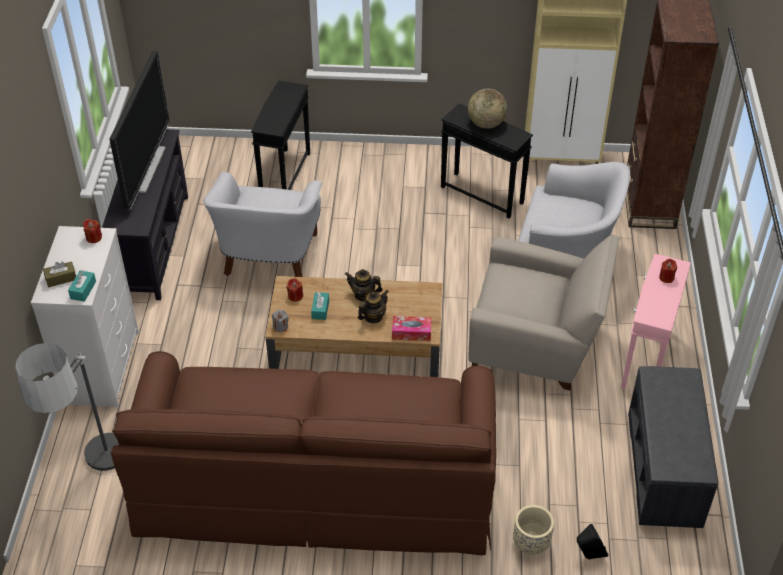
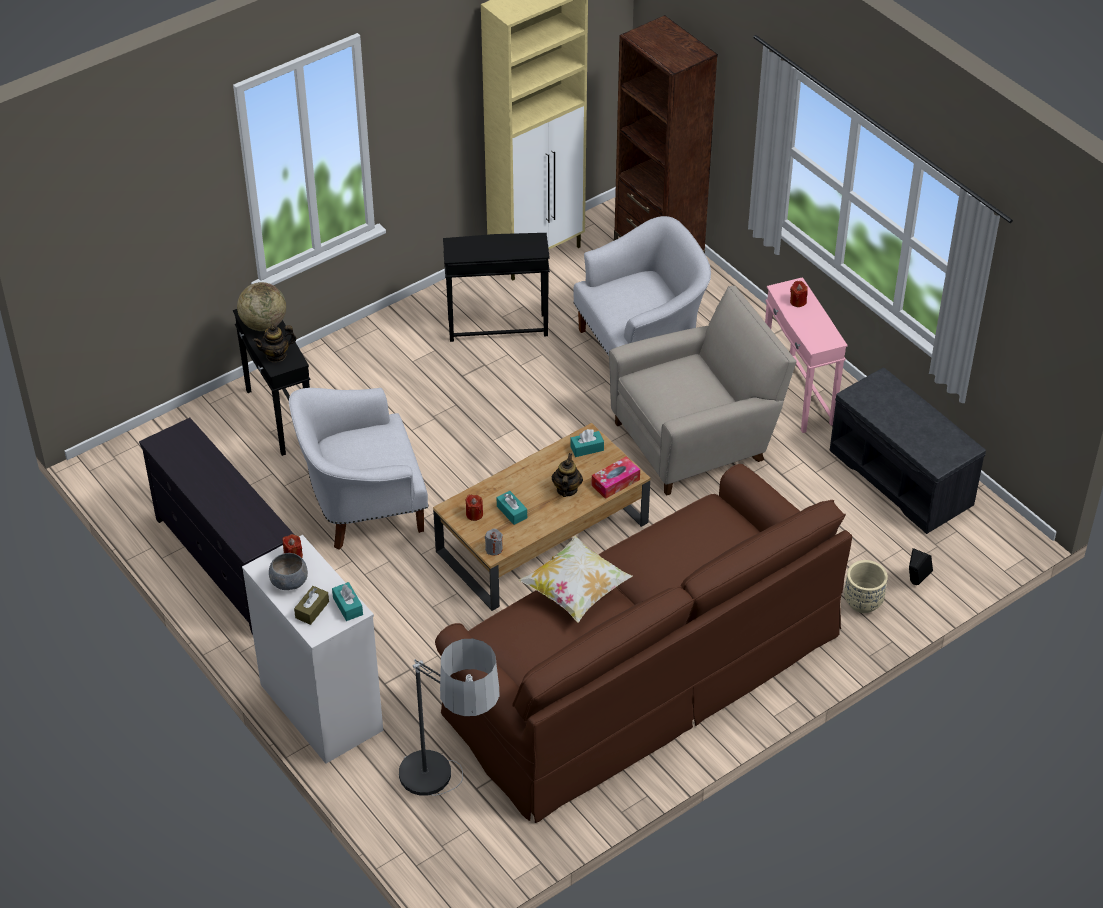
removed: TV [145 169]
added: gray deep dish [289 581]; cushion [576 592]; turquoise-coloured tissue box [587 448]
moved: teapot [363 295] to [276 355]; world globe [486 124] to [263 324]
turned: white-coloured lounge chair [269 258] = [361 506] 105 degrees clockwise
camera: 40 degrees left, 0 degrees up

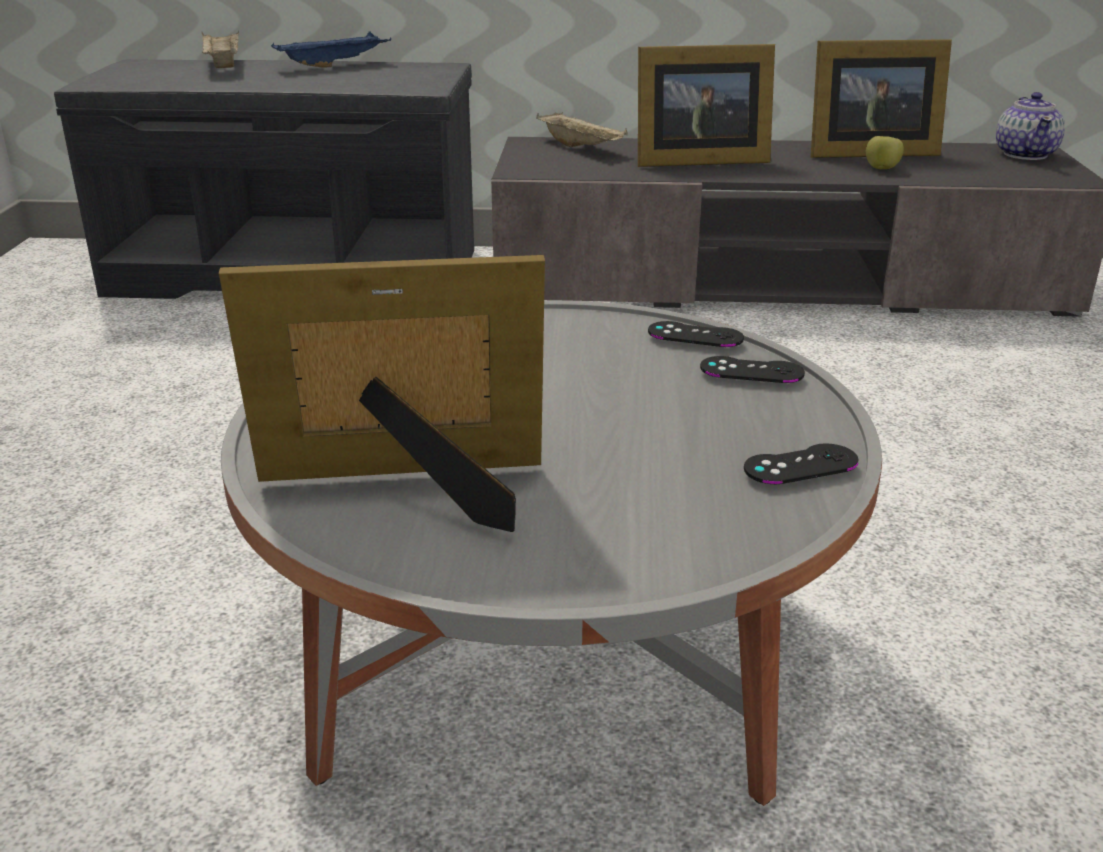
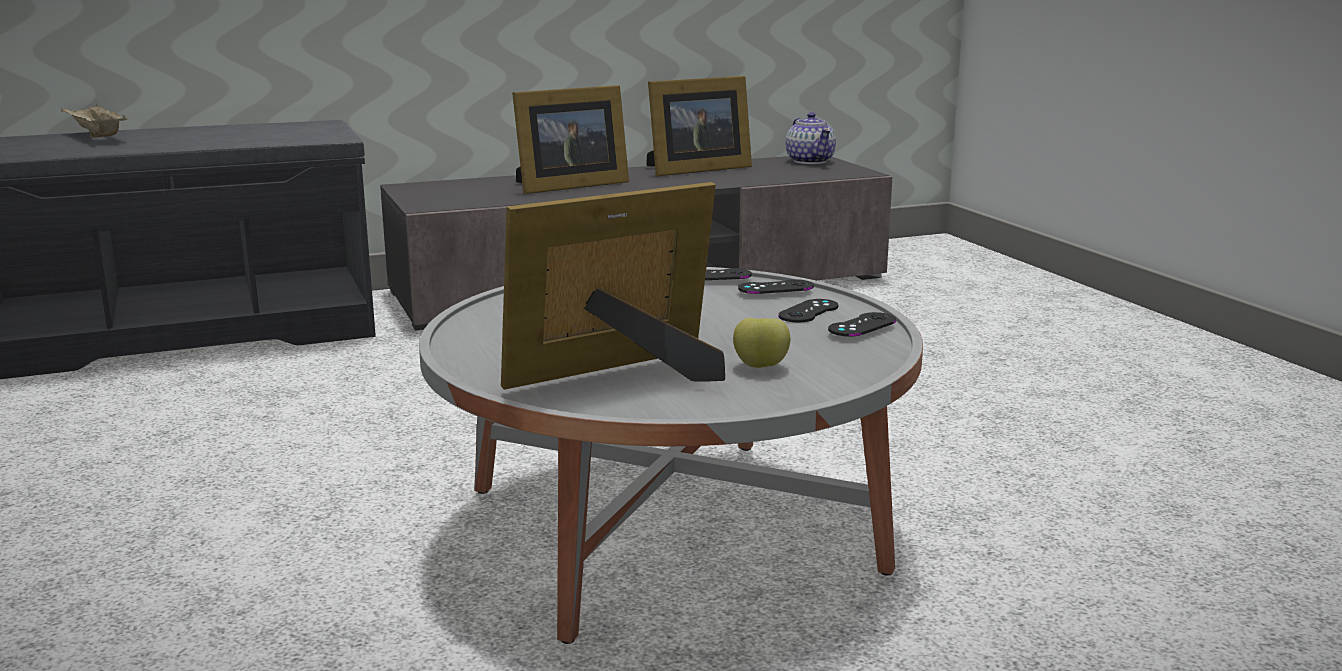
removed: blue carrying tray [334 65]; sand-coloured carrying tray [582 147]
added: blackish gamepad [808 311]
moved: apple fruit [881 169] to [760 367]
camera: 25 degrees left, 10 degrees down

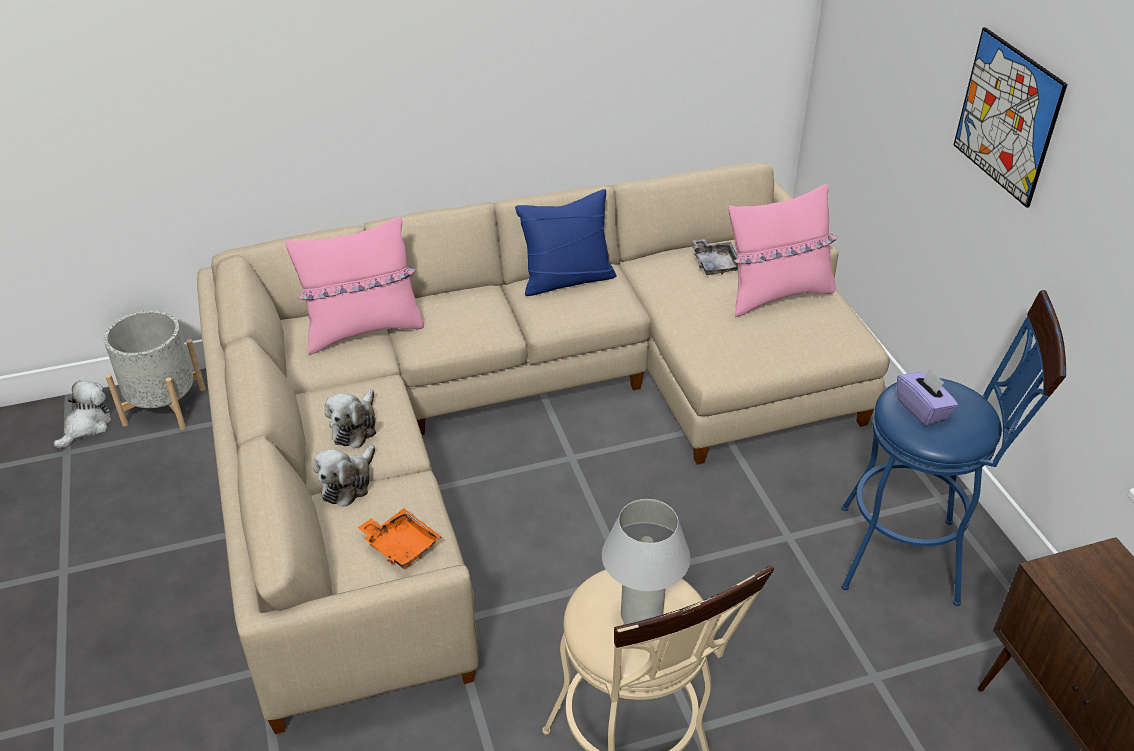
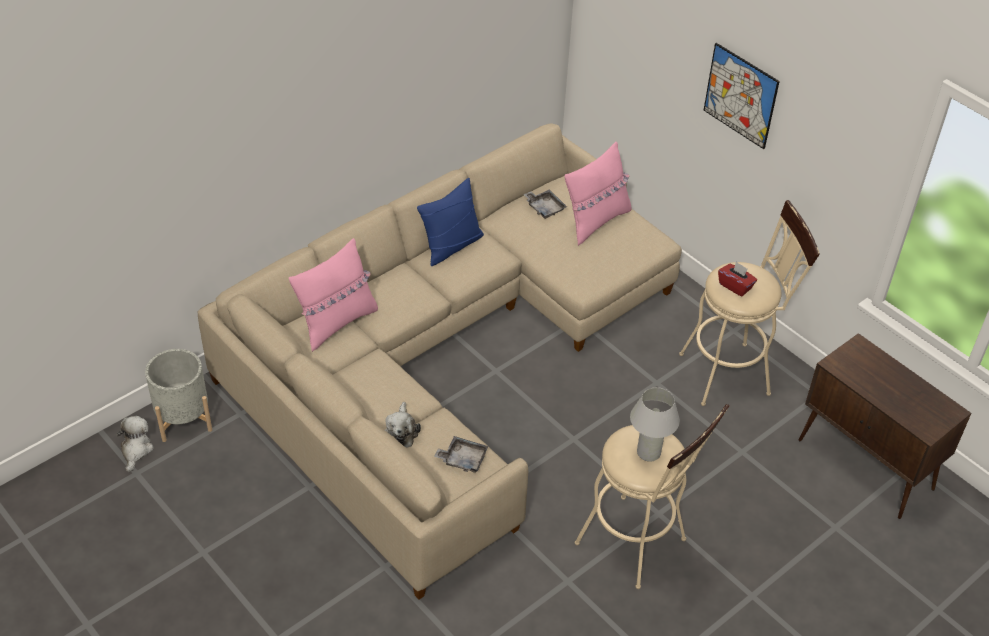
removed: plush toy [355 427]
recoloured: orange carrying tray [401 545] to gray carrying tray [462 459]; blue stool [912 555] to sand-coloured stool [732 372]; purple tissue box [922 409] to red tissue box [735 286]
camera: 25 degrees left, 5 degrees up

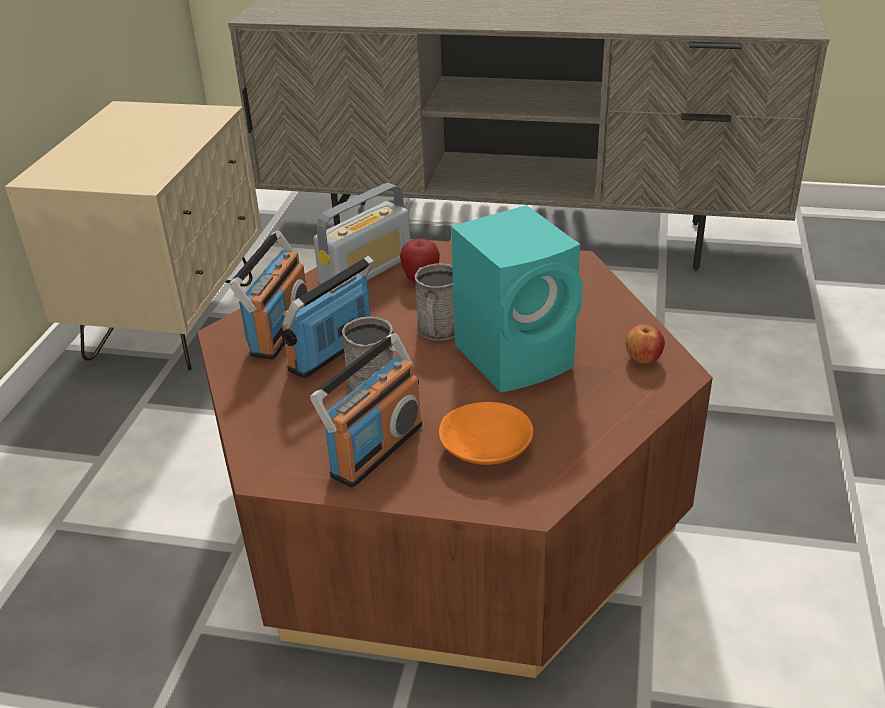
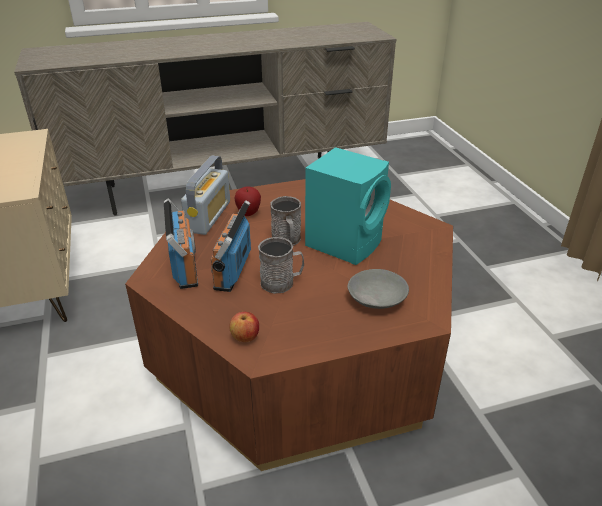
removed: radio set [376 450]
moved: apple fruit [643 359] to [245 337]
recoloured: orange deep dish [485 448] to gray deep dish [376 298]
camera: 30 degrees left, 0 degrees up

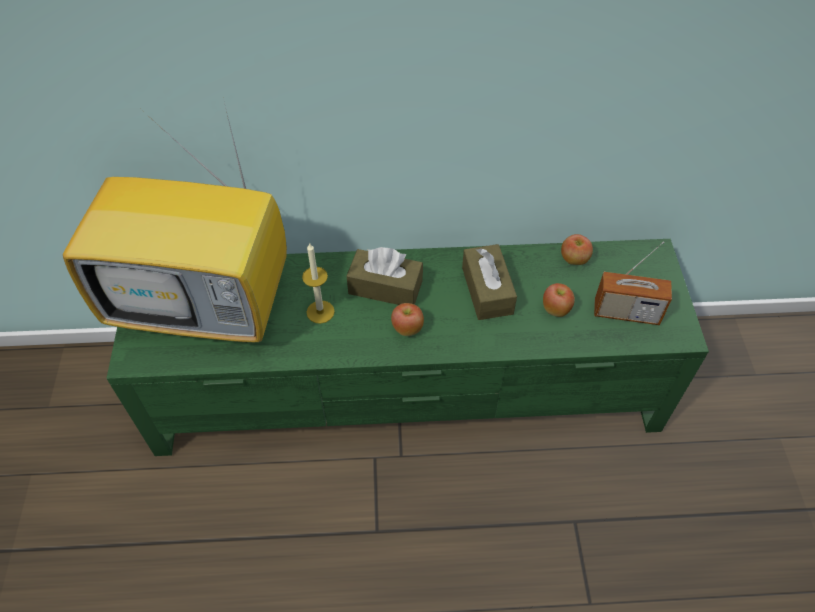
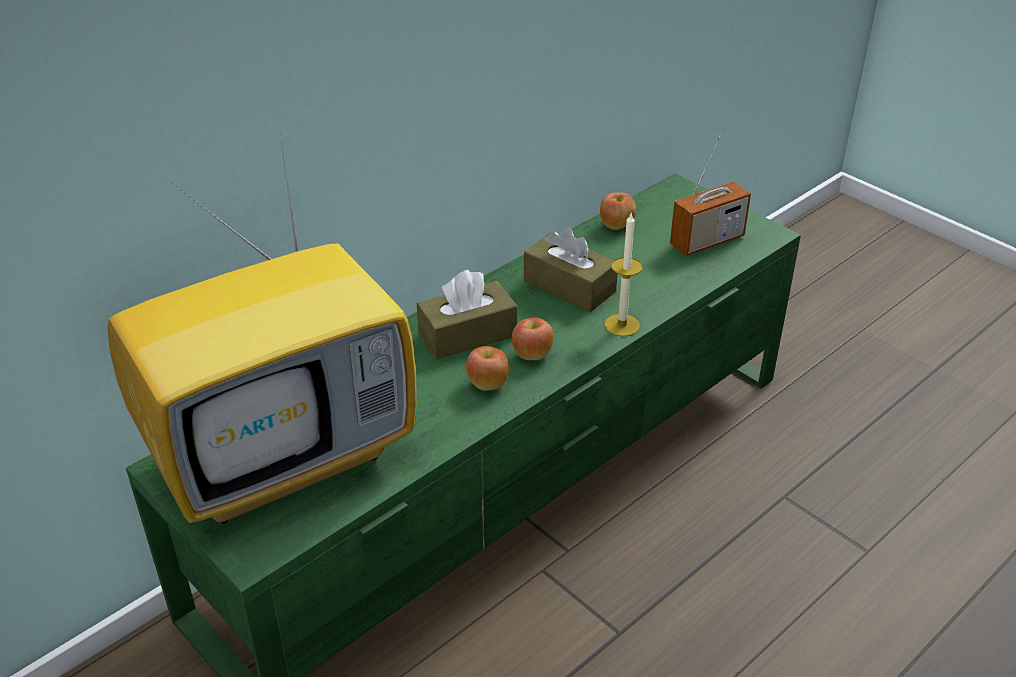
moved: wax candle [320 312] to [622 325]; apple fruit [555 309] to [487 384]
camera: 40 degrees left, 15 degrees down

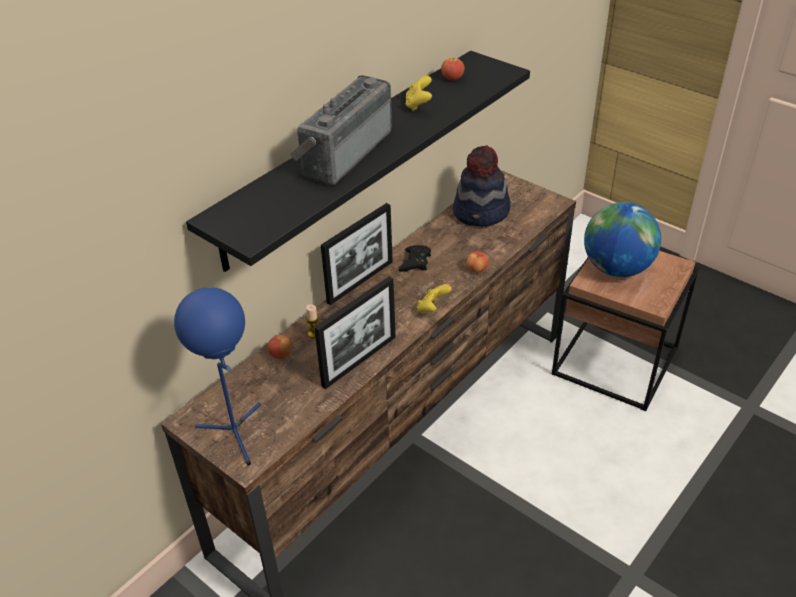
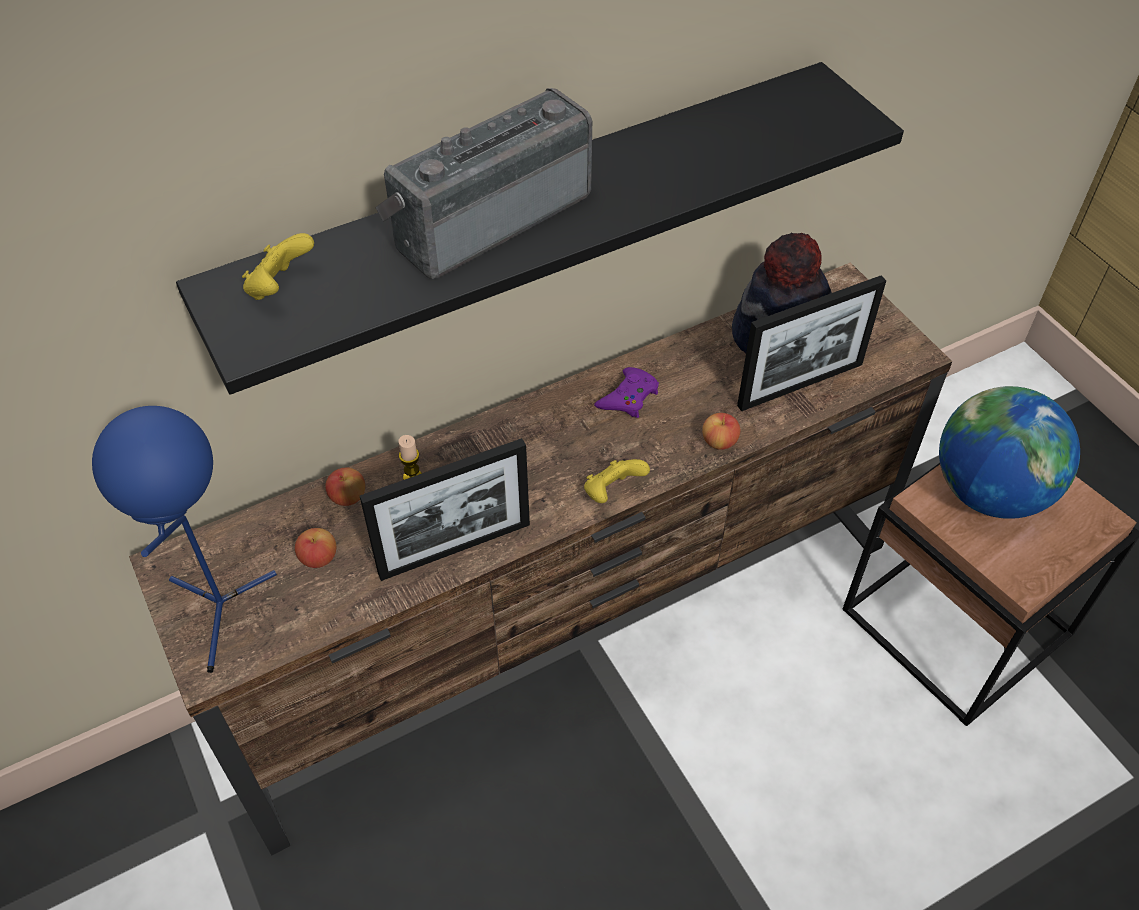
moved: photo frame [360 282] to [800 385]; yellowish gamepad [418 105] to [280 287]; apple fruit [452 78] to [318 558]
recoloured: blackish gamepad [415 262] to purple gamepad [628 397]
camera: 20 degrees right, 10 degrees up

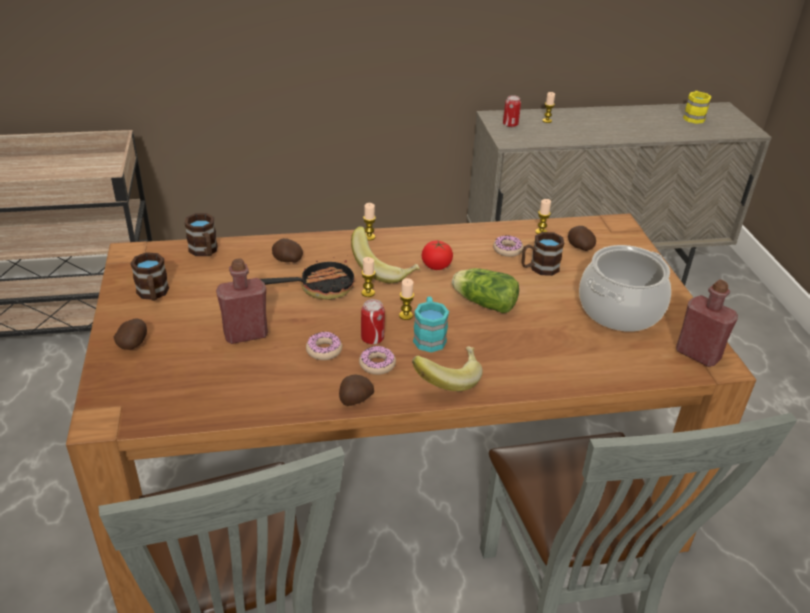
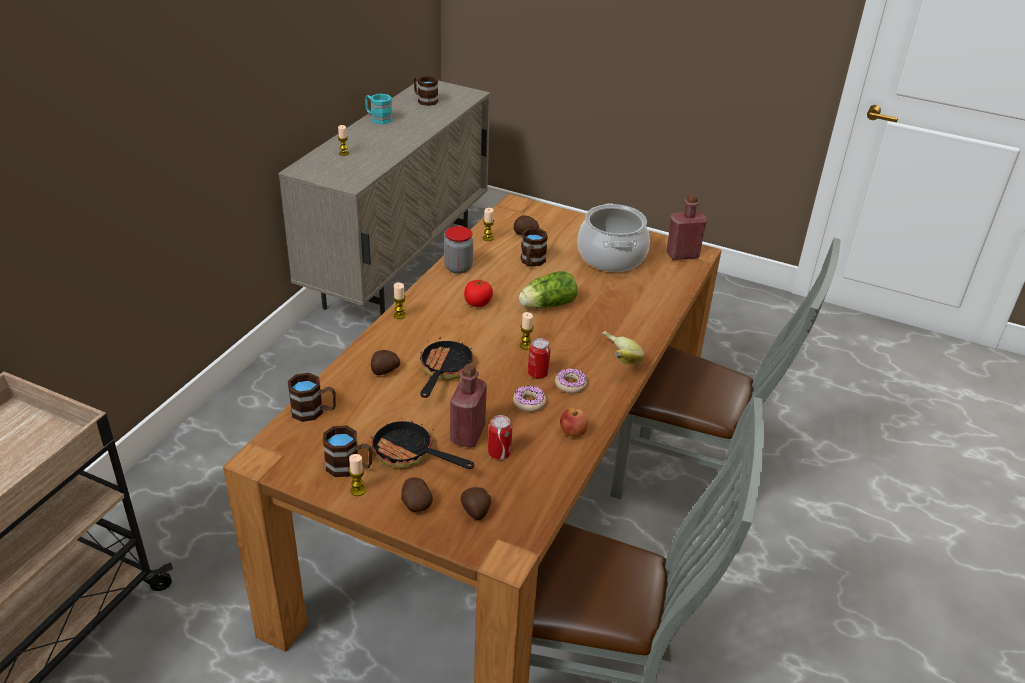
removed: banana [384 269]; doughnut [507 250]
added: pan [410 455]; jar [458 268]; apple fruit [572 433]
moved: spud [355 400] to [475 511]; wax candle [368 293] to [358 490]; turquoise-coloured mug [429 336] to [378 118]; metal can [510 125] to [499 453]
recoloured: yellowish mug [693 117] to brown-coloured mug [424 100]
camera: 55 degrees left, 0 degrees up

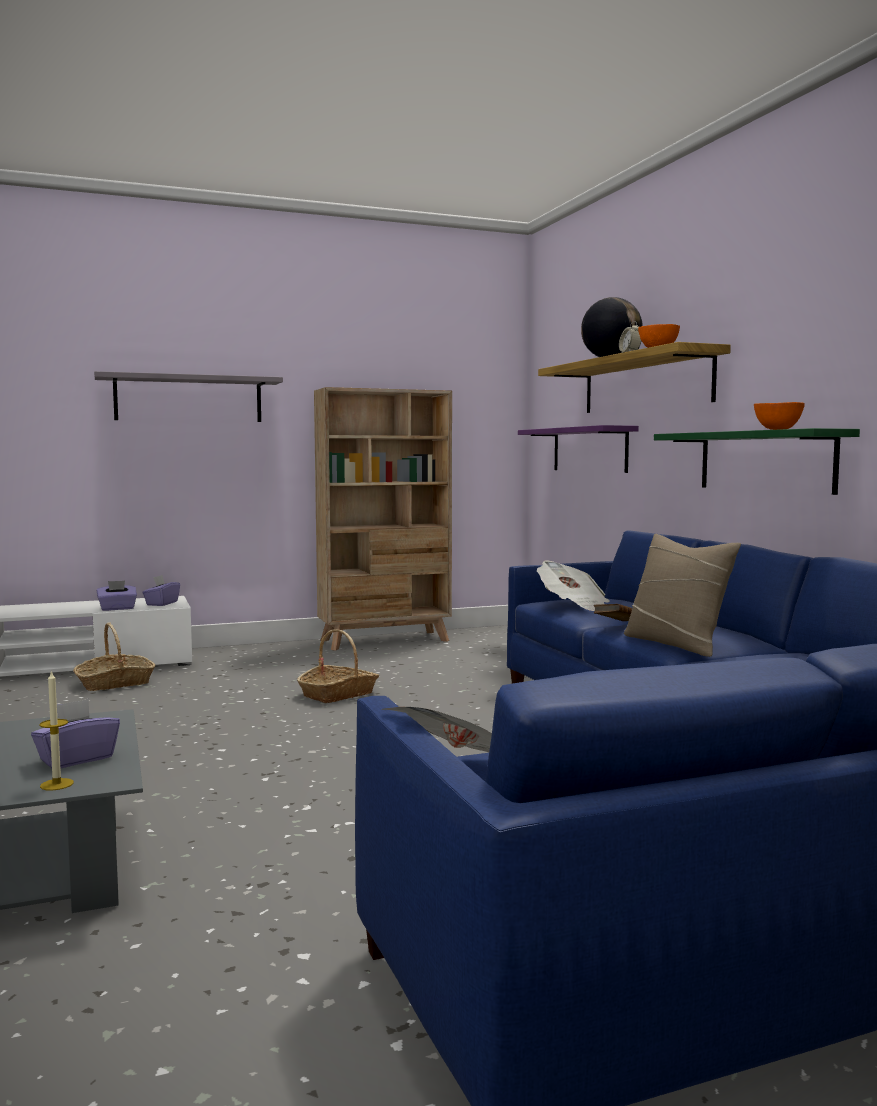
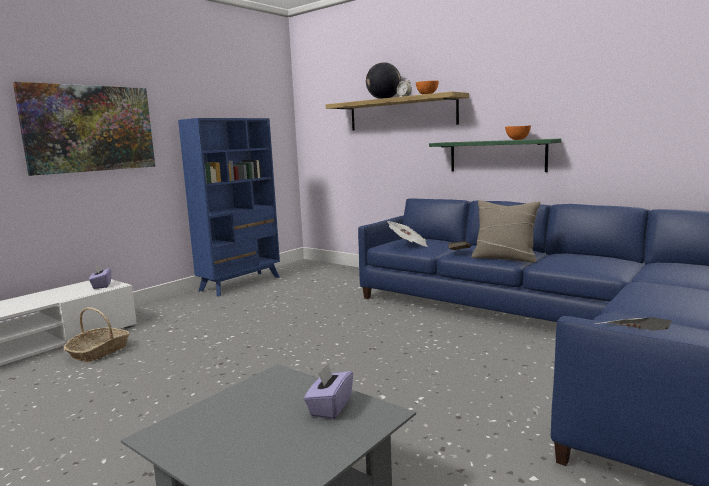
removed: wax candle [57 784]; purple tissue box [117 608]; household basket [338 694]; purple bracket shelf [589 449]
replaced: gray bracket shelf [189 399] to wall art [90 128]
recoloured: sand-coloured shelving unit [385 641] to blue shelving unit [241 283]
camera: 30 degrees left, 5 degrees up

